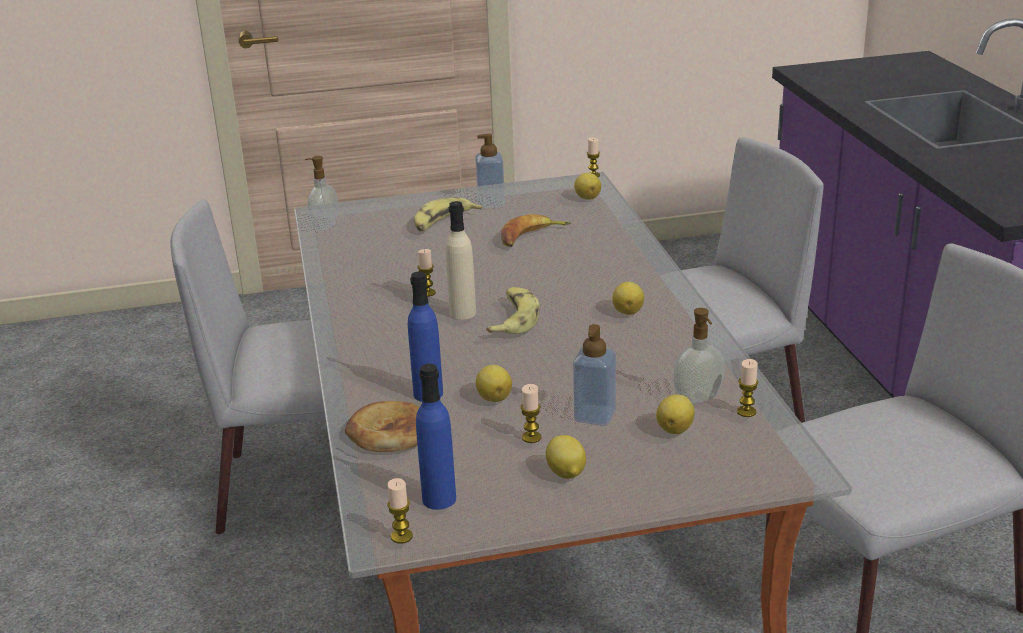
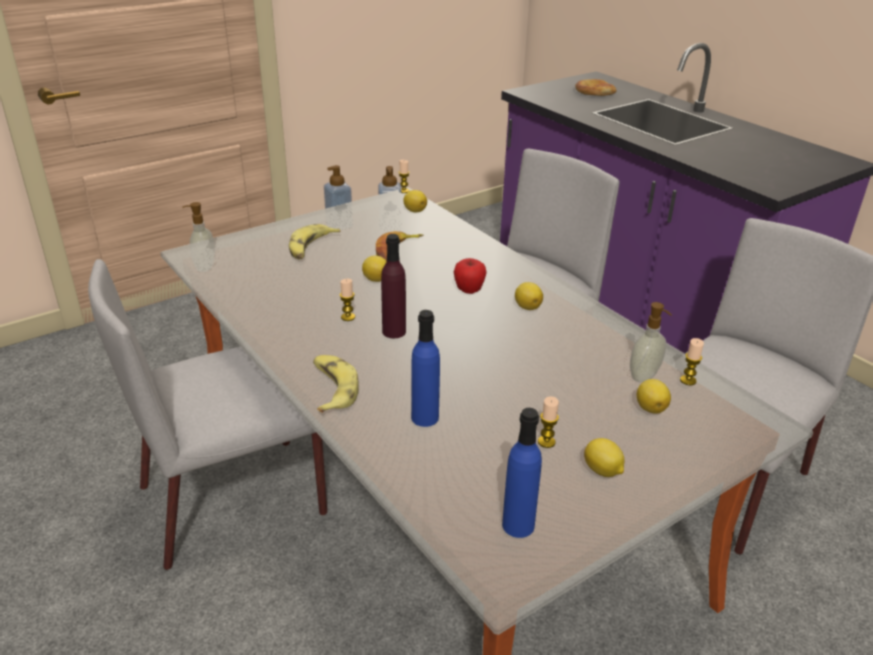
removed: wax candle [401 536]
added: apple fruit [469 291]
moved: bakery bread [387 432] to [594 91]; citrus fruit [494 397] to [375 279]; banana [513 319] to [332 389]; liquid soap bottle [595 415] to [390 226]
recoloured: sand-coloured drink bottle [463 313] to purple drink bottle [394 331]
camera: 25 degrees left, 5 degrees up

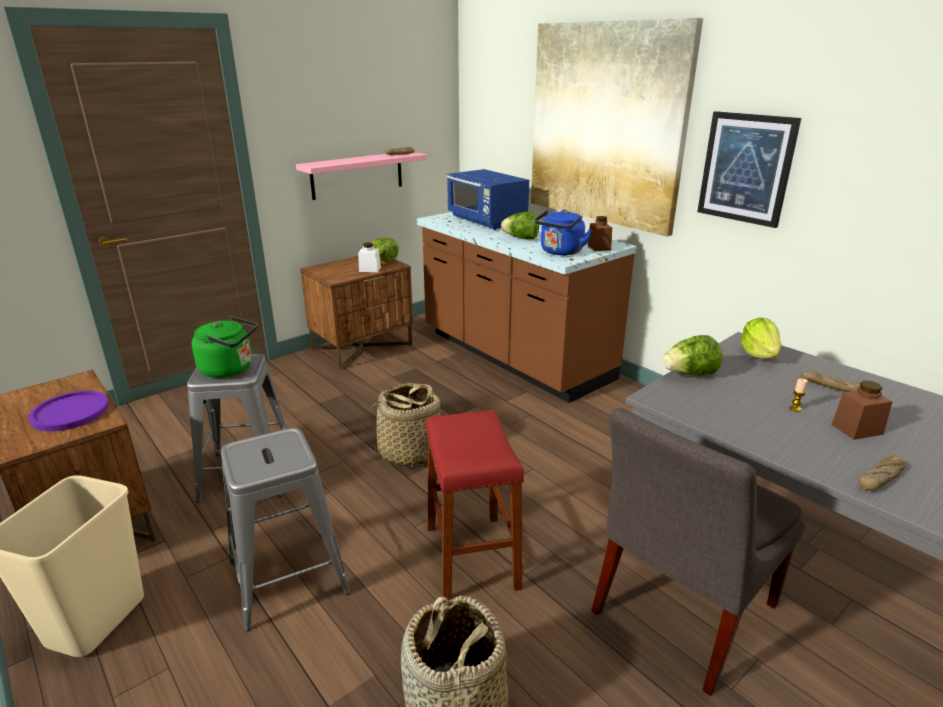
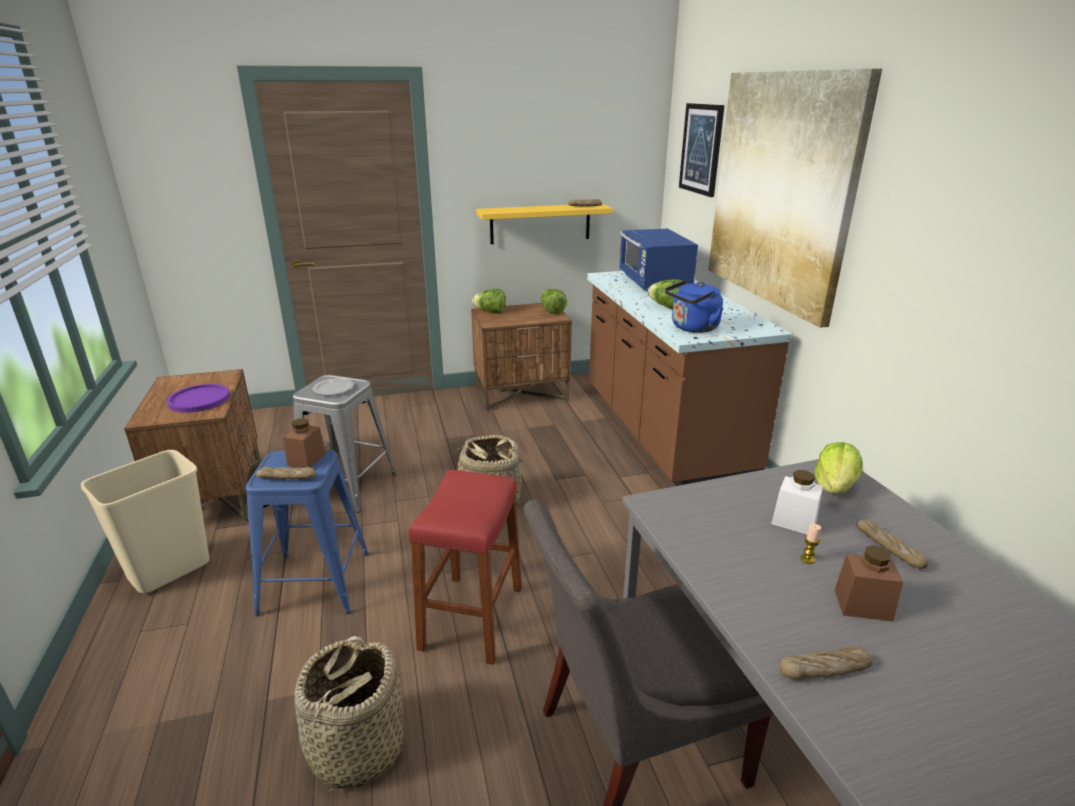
added: bakery bread [287 478]
moved: white-coloured jar [370 269] to [794 521]; brown-coloured jar [599 247] to [306 459]; head of lettuce [689 374] to [490 312]; wall art [746 168] to [701 149]
replaced: greenish kettle [230 369] to plate [333 389]
recoloured: gray stool [288 577] to blue stool [315 582]; pink bracket shelf [357 175] to yellowish bracket shelf [540 223]
camera: 25 degrees right, 0 degrees up

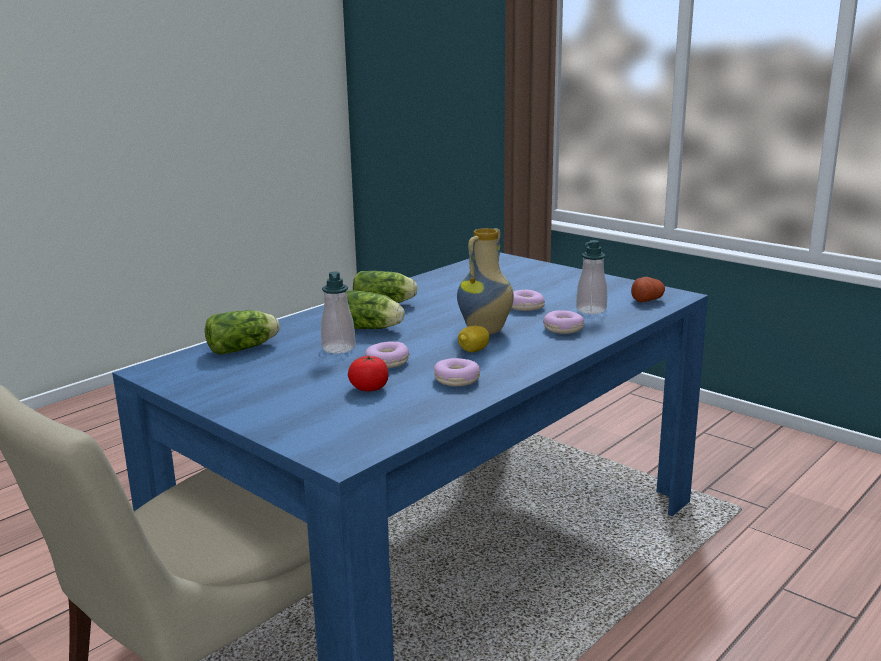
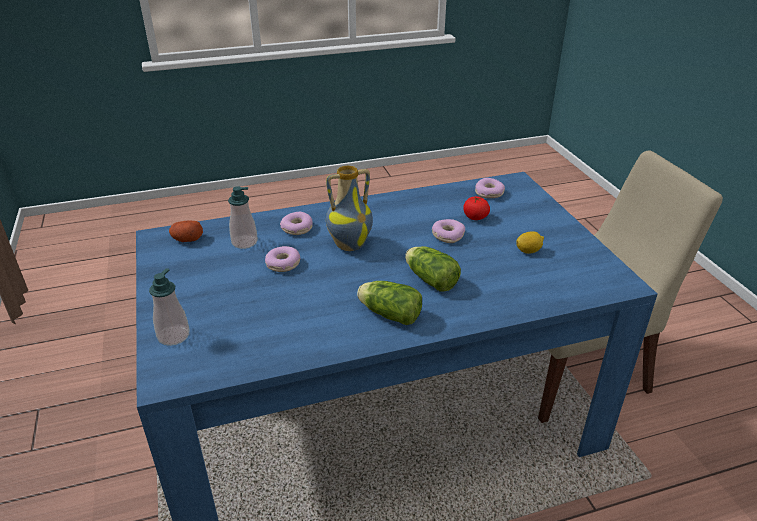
removed: head of lettuce [245 348]
moved: liquid soap bottle [338 348] to [173 336]; doughnut [457 380] to [489 193]; citrus fruit [473 351] to [528 251]
camera: 150 degrees left, 15 degrees up

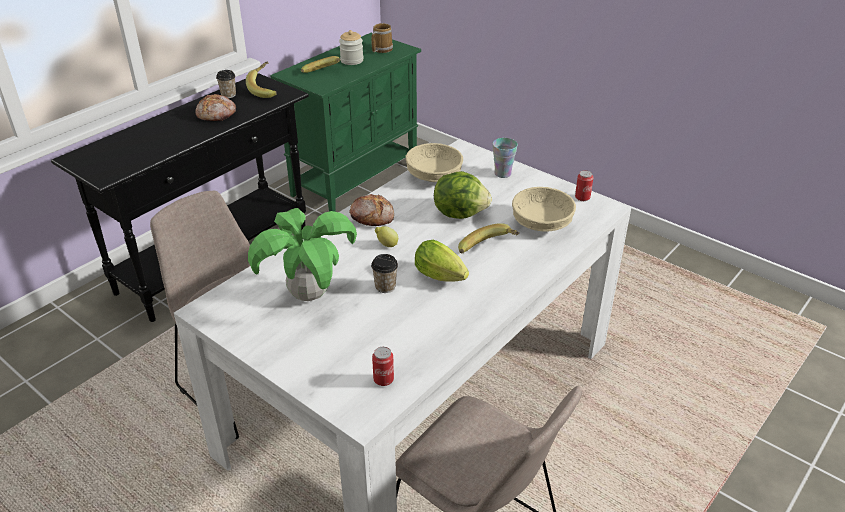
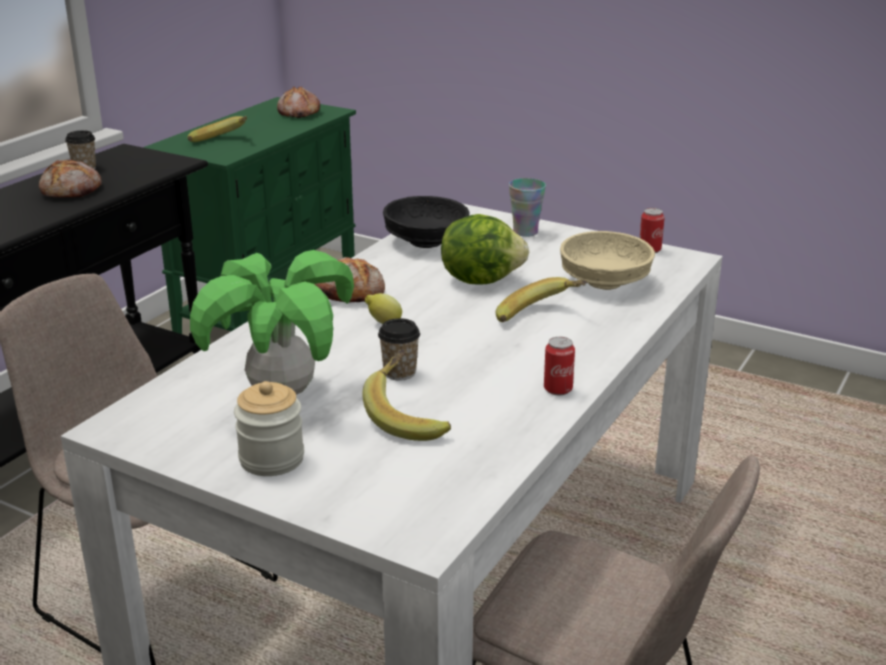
removed: head of lettuce [442 277]
moved: banana [266 89] to [410 417]; jar [352 60] to [272 459]; metal can [383 380] to [558 389]
replaced: mug [381 49] to bakery bread [298 113]
recoloured: sand-coloured deep dish [433 177] to blackish deep dish [425 242]
camera: 10 degrees left, 10 degrees down

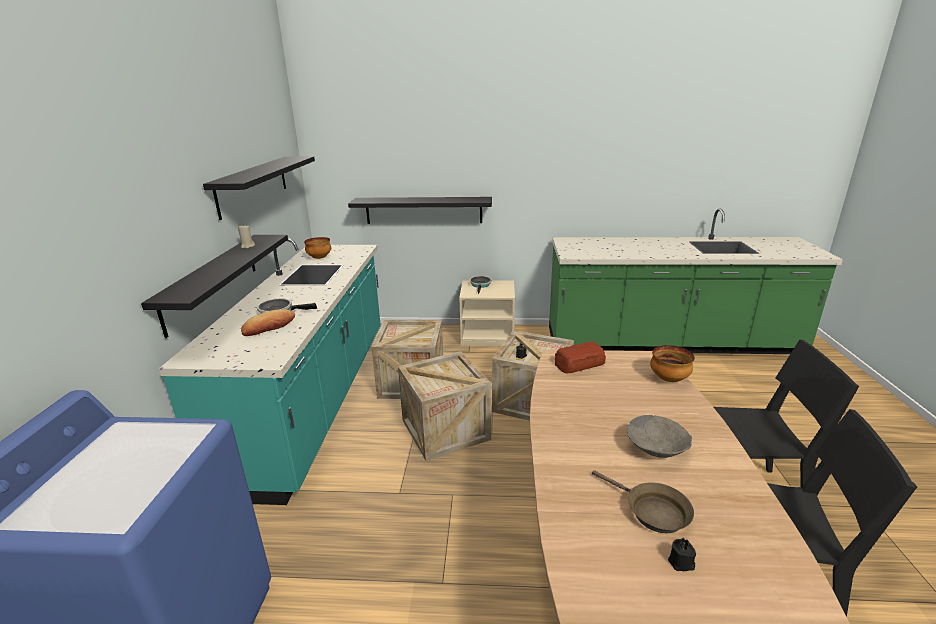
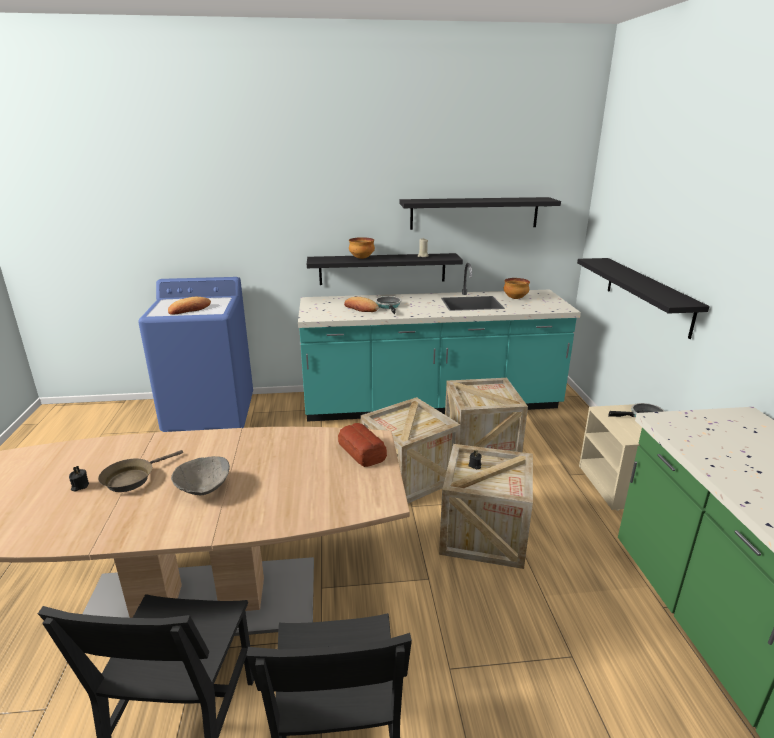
added: bakery bread [190 309]
moved: deep dish [669 379] to [361 258]
camera: 80 degrees right, 0 degrees up

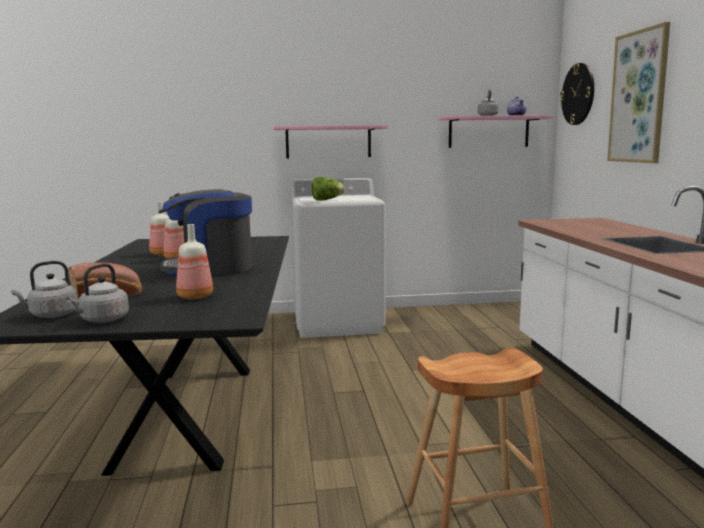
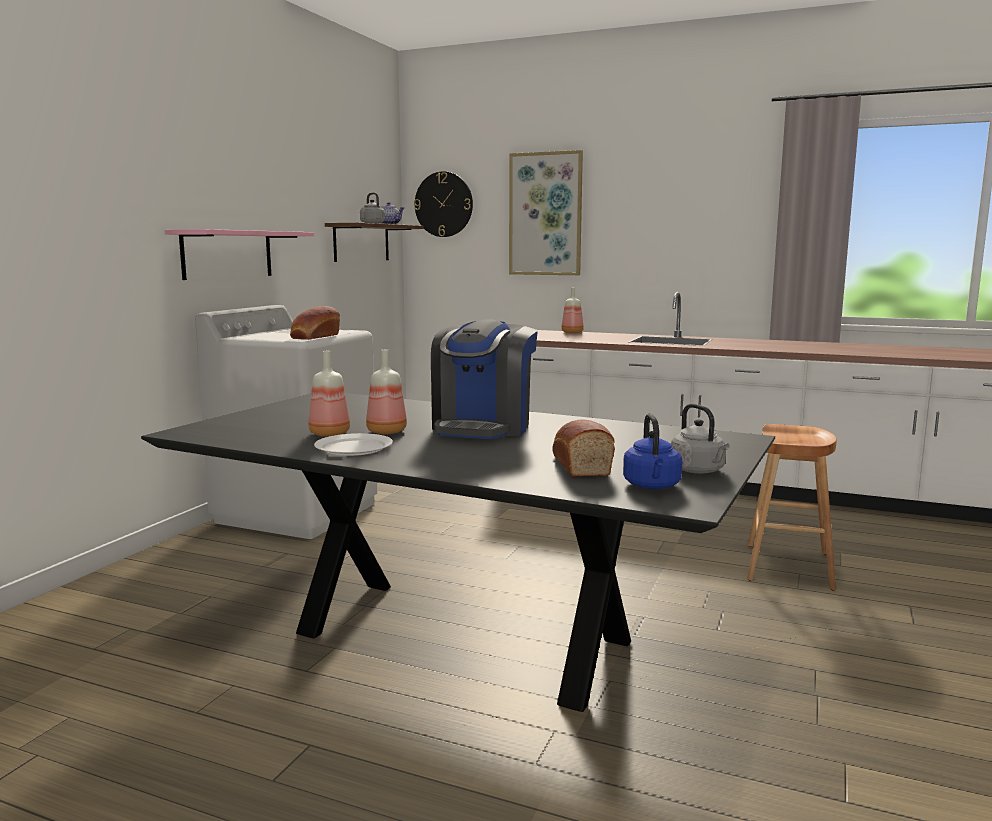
added: white-coloured plate [353 448]
moved: drink bottle [195 297] to [573 332]
replaced: head of lettuce [326 200] to bakery bread [314 337]
recoloured: gray kettle [51 315] to blue kettle [652 486]; pink bracket shelf [488 132] to brown-coloured bracket shelf [361 242]
camera: 60 degrees left, 0 degrees up

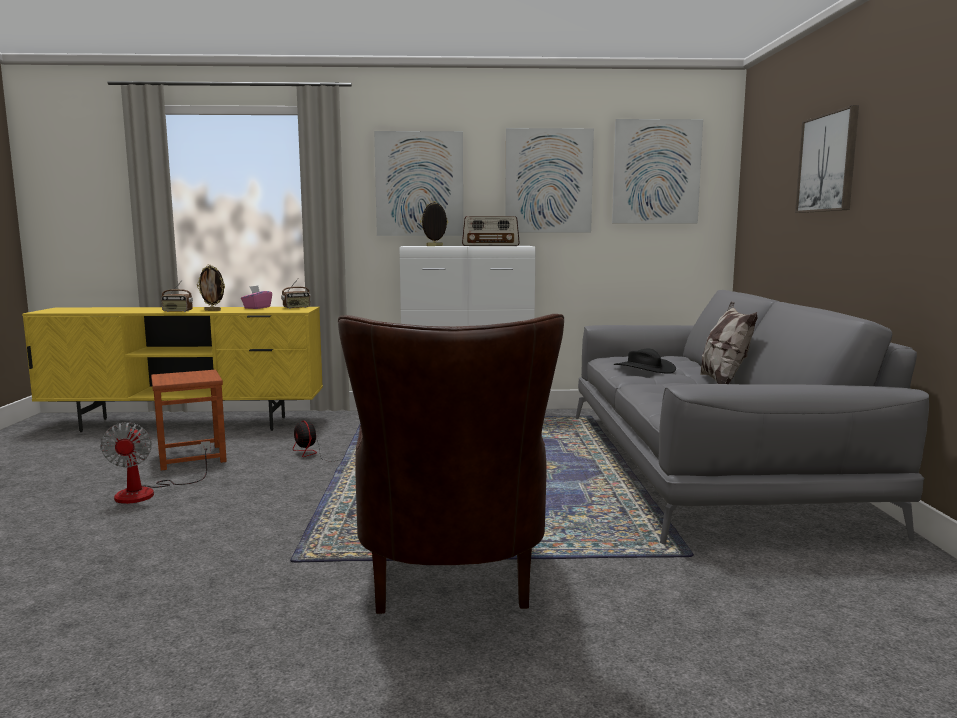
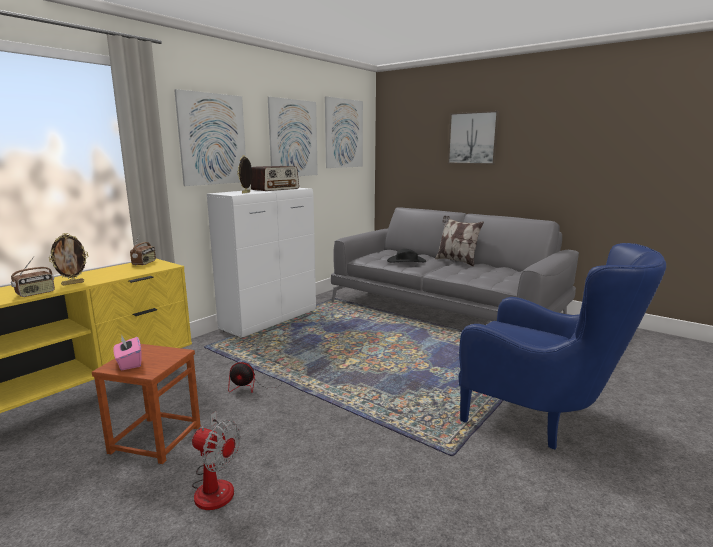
moved: pink tissue box [257 308] to [129 363]
recoloured: brown-coloured lounge chair [451 591] to blue lounge chair [541 419]
camera: 50 degrees left, 5 degrees up

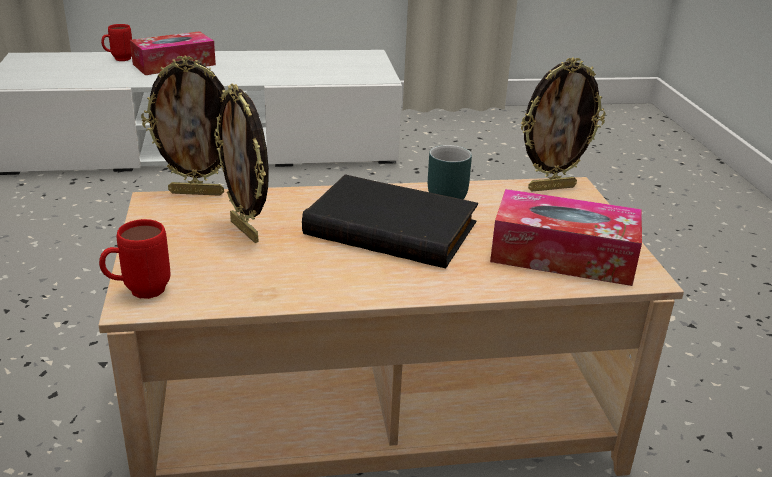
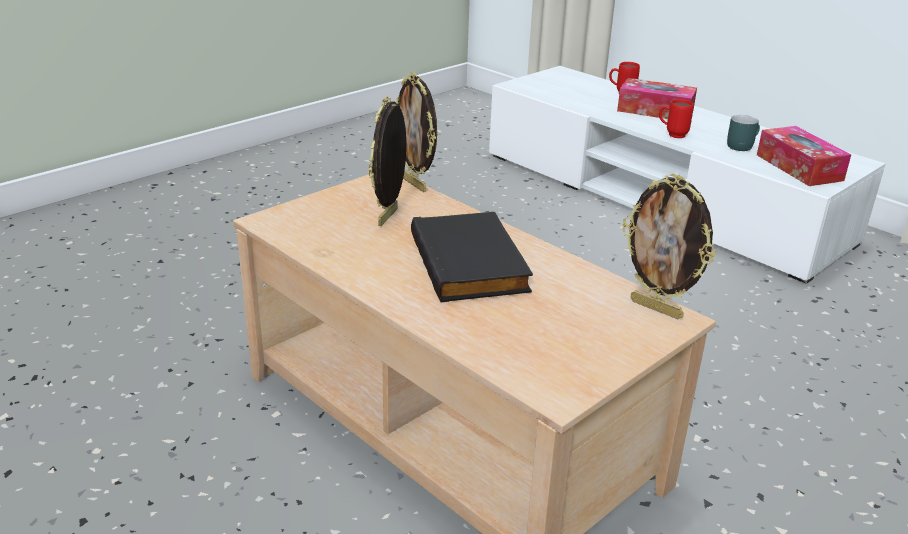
moved: red mug [138 292] to [672 134]; turquoise-coloured mug [444 192] to [740 145]; tissue box [562 255] to [799 167]
camera: 55 degrees right, 0 degrees up

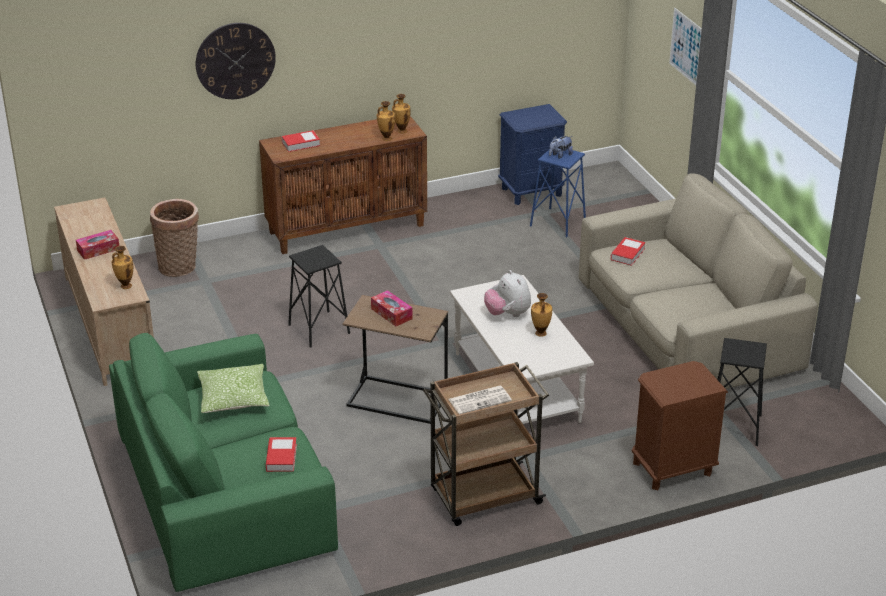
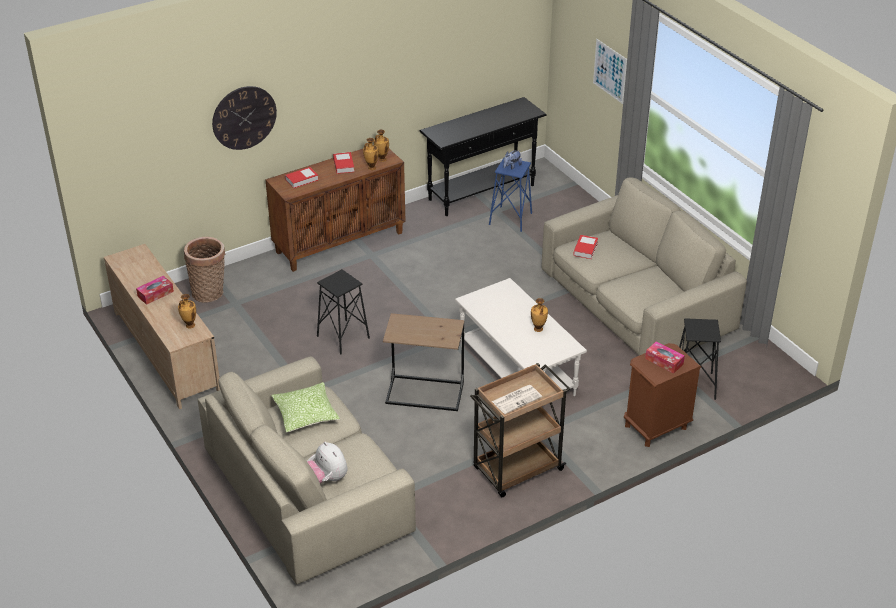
moved: book [281 457] to [343 165]; tissue box [391 314] to [664 361]; plush toy [507 314] to [327 479]
replaced: blue night table [531 191] to blackish hall table [482 192]
recoloured: greenish couch [225 491] to sand-coloured couch [308 490]
camera: 10 degrees left, 5 degrees up

